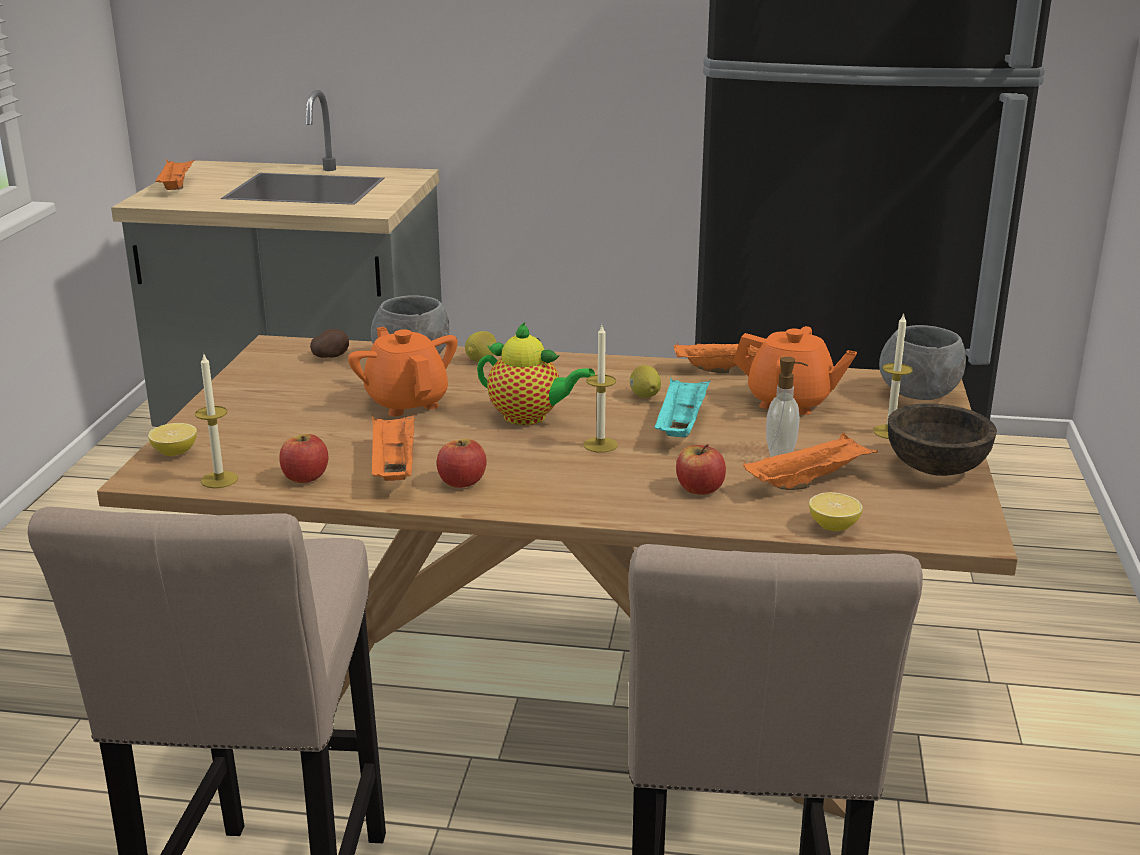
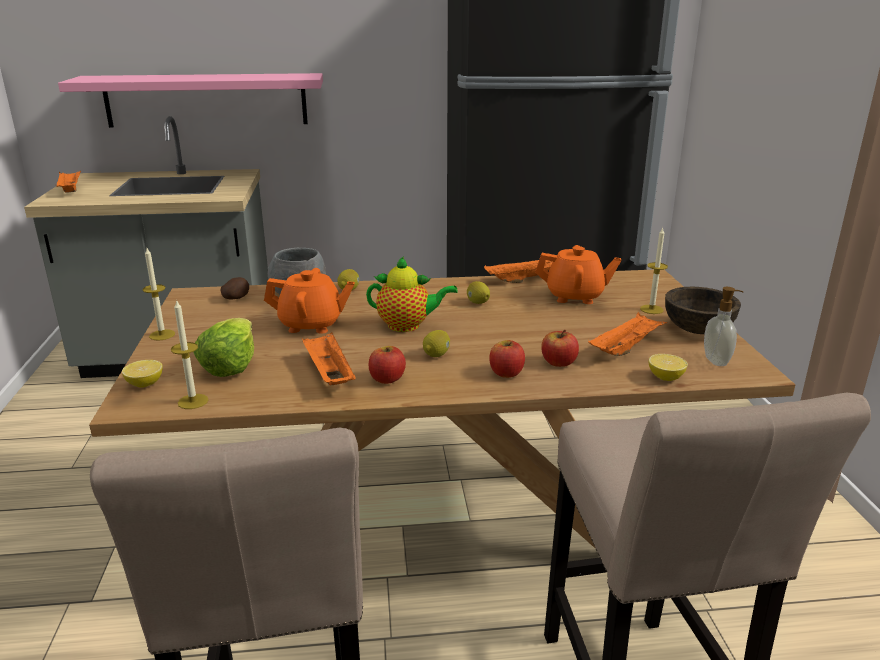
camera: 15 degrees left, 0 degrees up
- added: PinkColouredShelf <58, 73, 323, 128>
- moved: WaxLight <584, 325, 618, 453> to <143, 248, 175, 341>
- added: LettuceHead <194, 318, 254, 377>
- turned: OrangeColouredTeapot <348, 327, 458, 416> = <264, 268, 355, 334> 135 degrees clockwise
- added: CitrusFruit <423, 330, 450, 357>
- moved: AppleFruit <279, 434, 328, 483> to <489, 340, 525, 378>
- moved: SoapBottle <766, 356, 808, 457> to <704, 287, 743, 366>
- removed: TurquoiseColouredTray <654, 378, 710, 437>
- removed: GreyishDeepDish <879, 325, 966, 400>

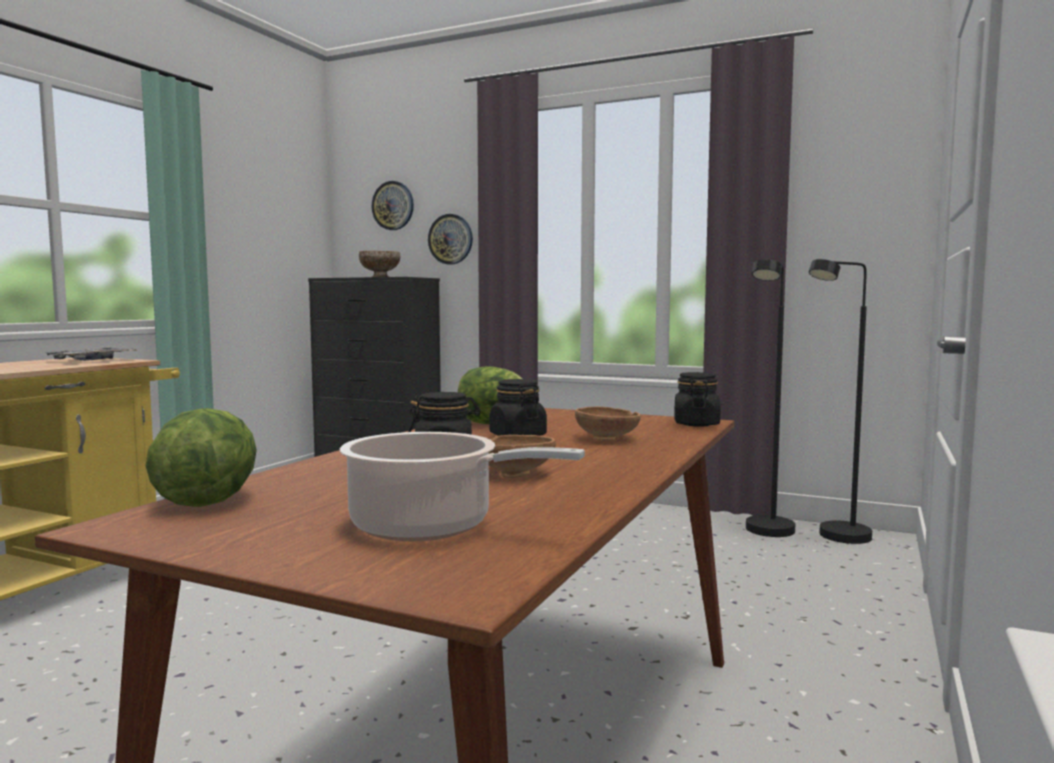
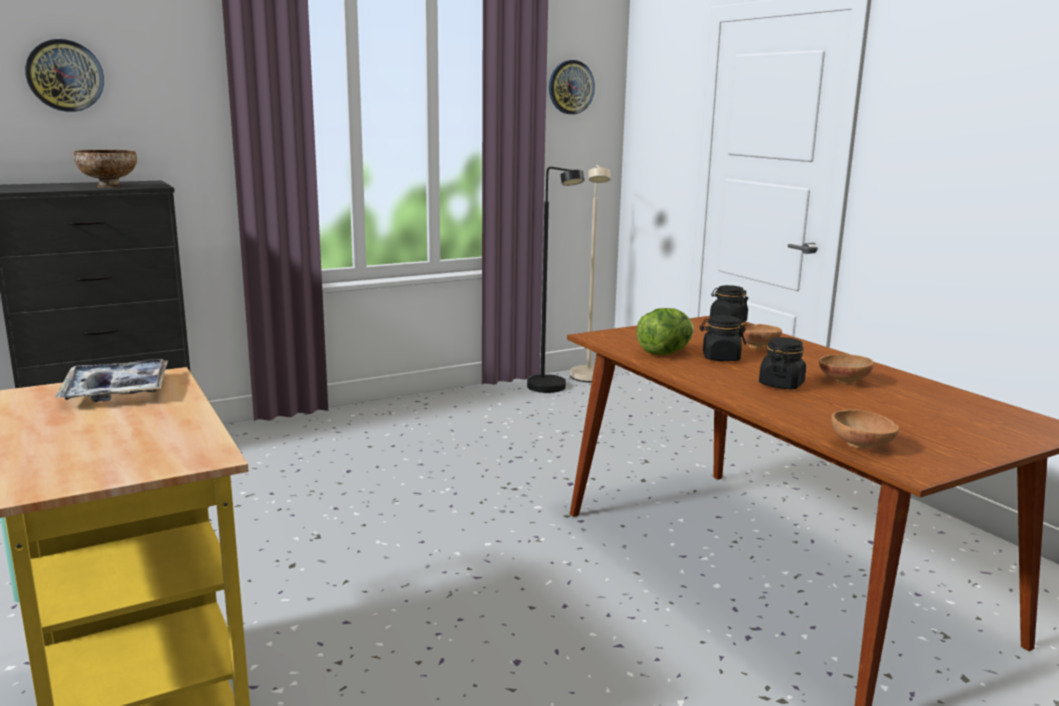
camera: 55 degrees left, 10 degrees up
- moved: ClockOnTheWall <428, 214, 473, 264> to <549, 60, 595, 114>
- recoloured: BlackFloorLamp <809, 259, 872, 544> to BeigeColouredFloorLamp <570, 165, 611, 382>
- replaced: LettuceHead <146, 408, 257, 507> to BrownColouredDeepDish <831, 410, 899, 449>
- removed: Stockpot <340, 432, 585, 541>

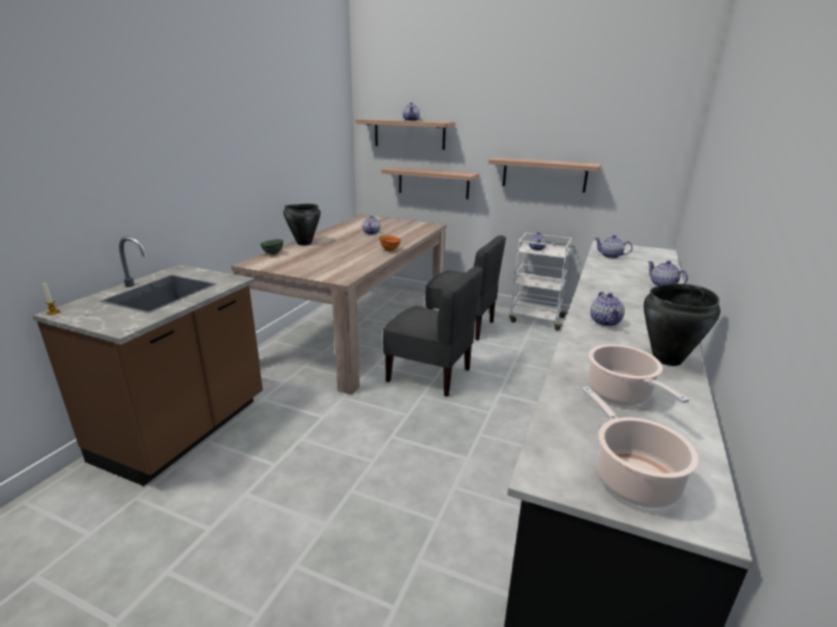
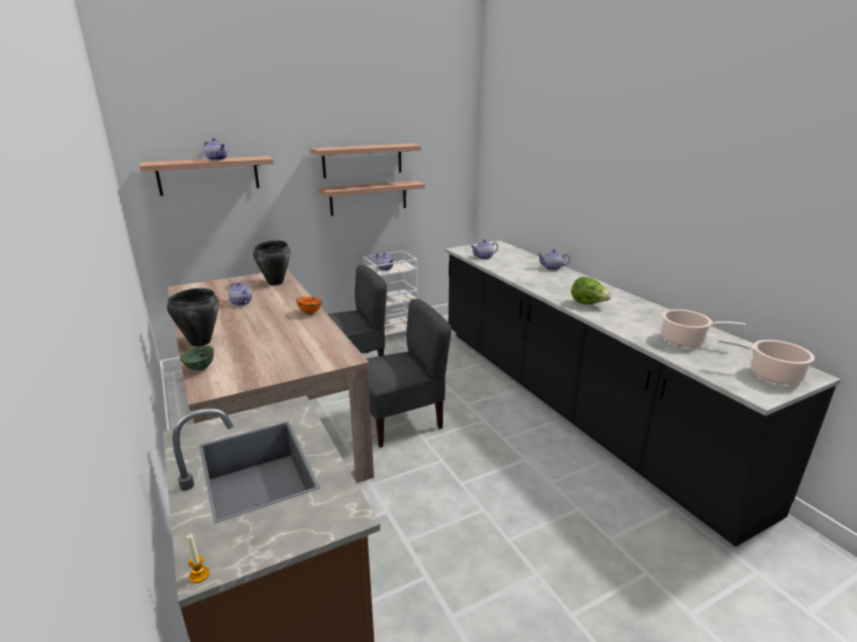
camera: 50 degrees left, 0 degrees up
- moved: BlackStockpot <644, 284, 720, 366> to <253, 240, 291, 285>
- moved: Shelf <381, 167, 479, 199> to <310, 144, 421, 178>
- replaced: Teapot <590, 292, 625, 326> to LettuceHead <571, 277, 611, 304>

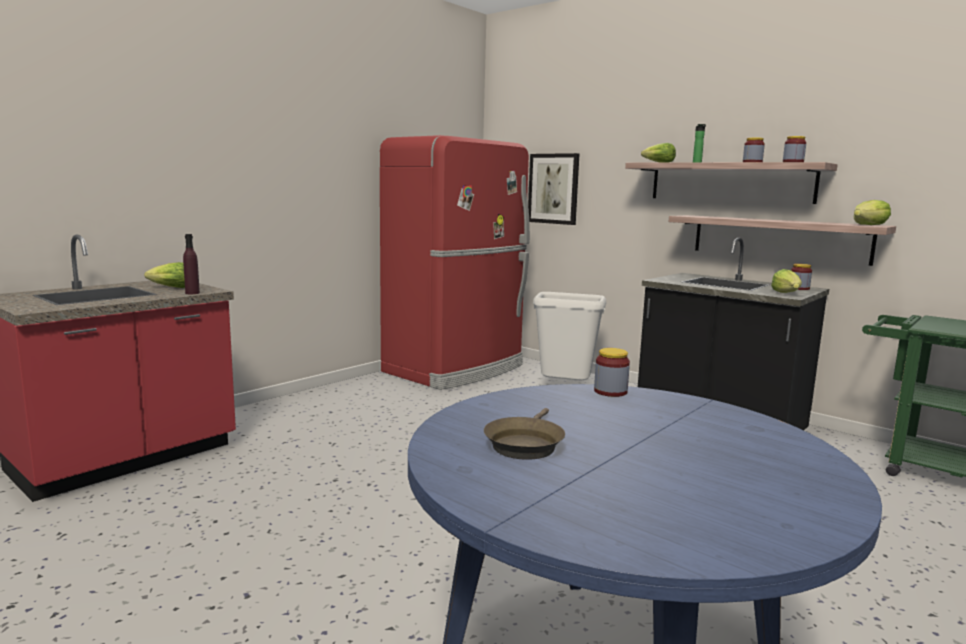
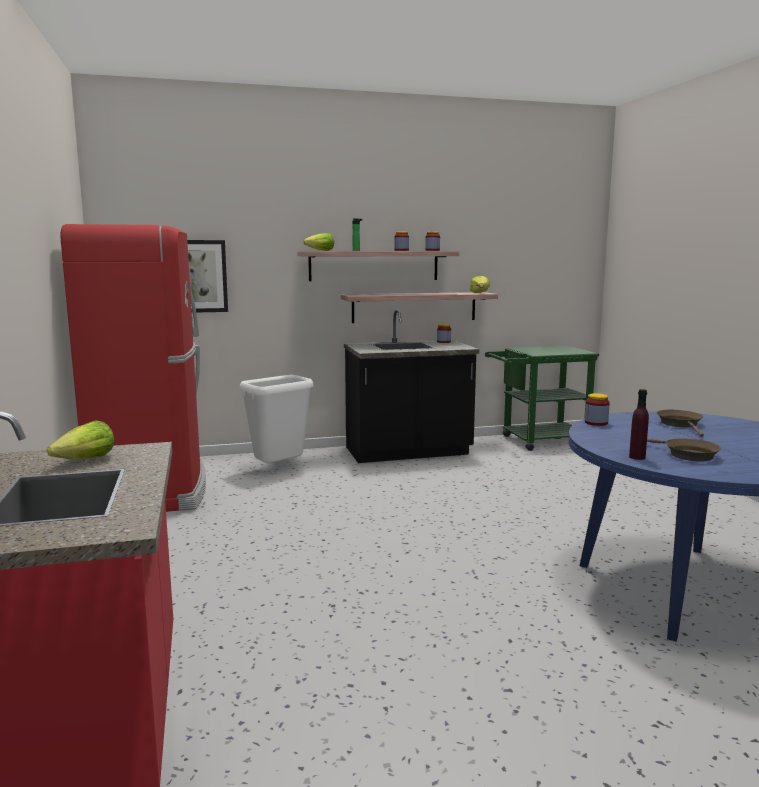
camera: 55 degrees left, 0 degrees up
- moved: PurpleBottle <183, 234, 200, 294> to <629, 389, 649, 460>
- added: BrownColouredFryingPan <657, 409, 704, 437>
- removed: LettuceHead <771, 269, 802, 293>

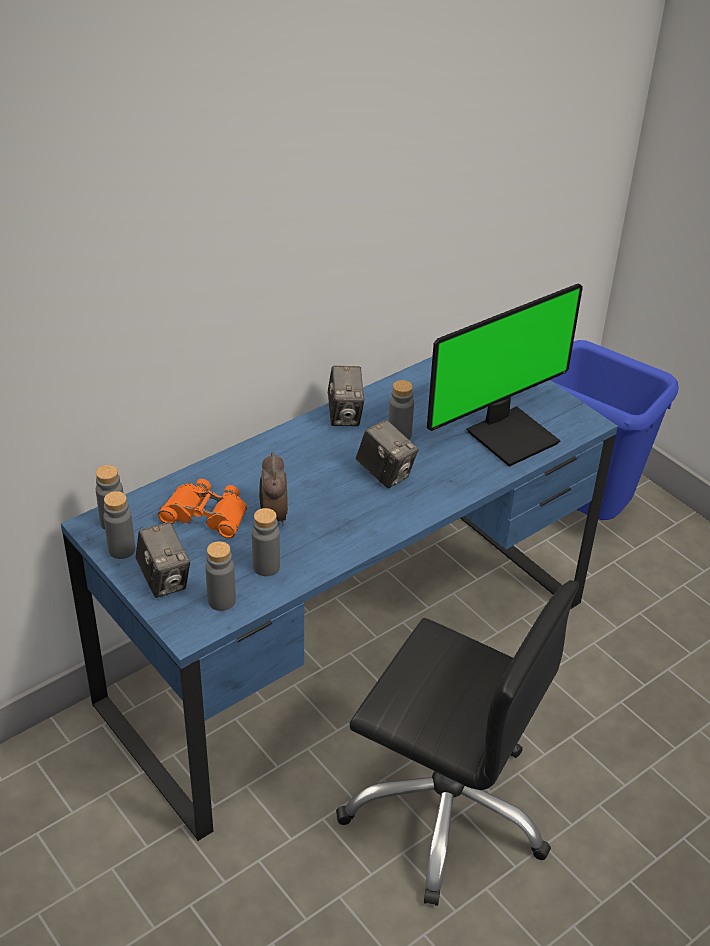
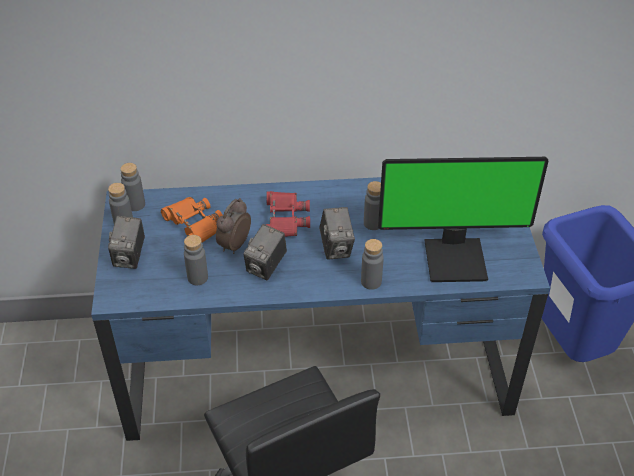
camera: 35 degrees right, 5 degrees up
- moved: PhotoCamera <328, 366, 365, 426> to <244, 224, 287, 280>
- added: RedColouredFieldGlasses <266, 191, 310, 237>
- moved: GreyishBottle <205, 541, 236, 611> to <361, 239, 384, 290>

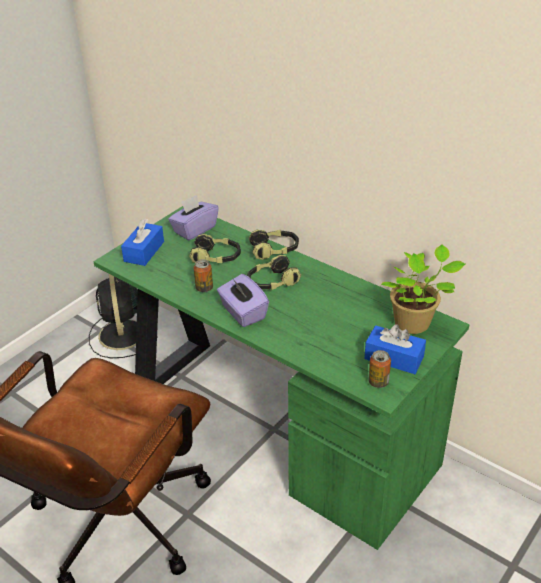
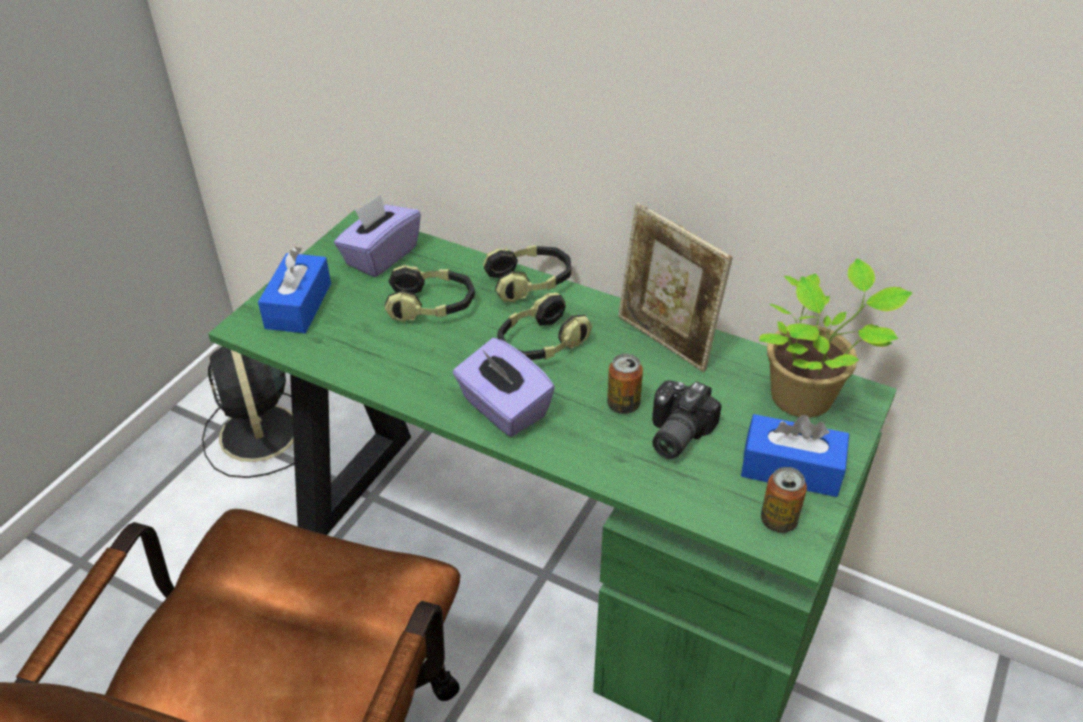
camera: 10 degrees left, 5 degrees up
- moved: MetalCan <194, 259, 213, 292> to <607, 353, 643, 414>
- added: PictureFrame <618, 203, 733, 372>
- added: PhotoCamera <652, 380, 722, 459>

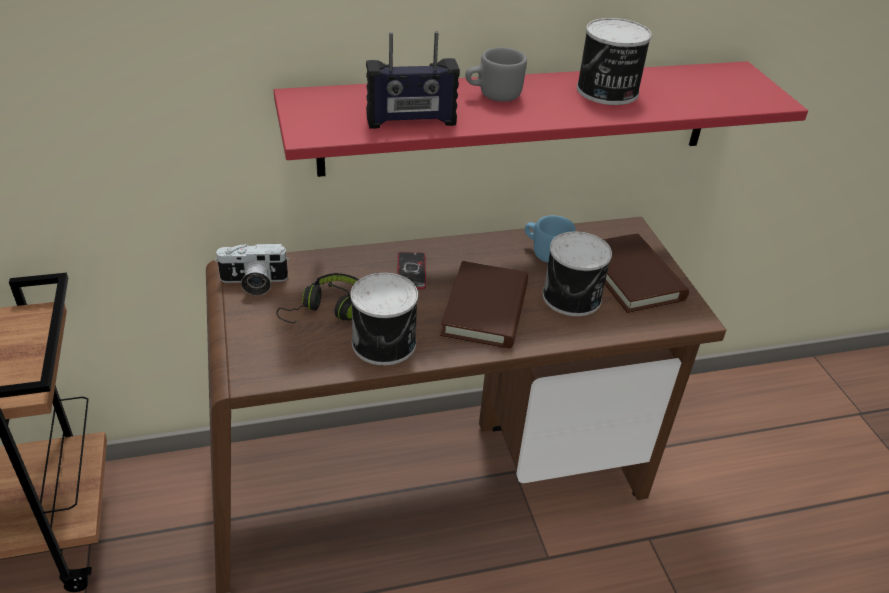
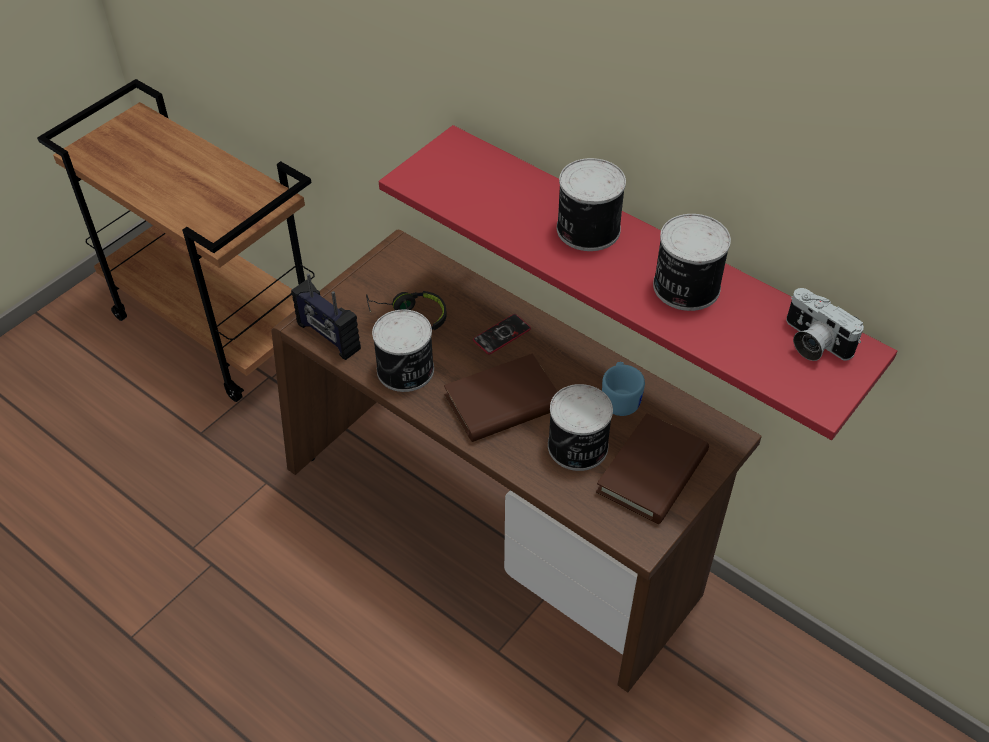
camera: 55 degrees right, 10 degrees up
- moved: RadioReceiver <366, 32, 460, 129> to <291, 273, 361, 360>
- replaced: GreyishMug <465, 47, 527, 102> to MetalCan <557, 158, 626, 251>
- moved: PhotoCamera <215, 243, 289, 296> to <786, 288, 864, 361>

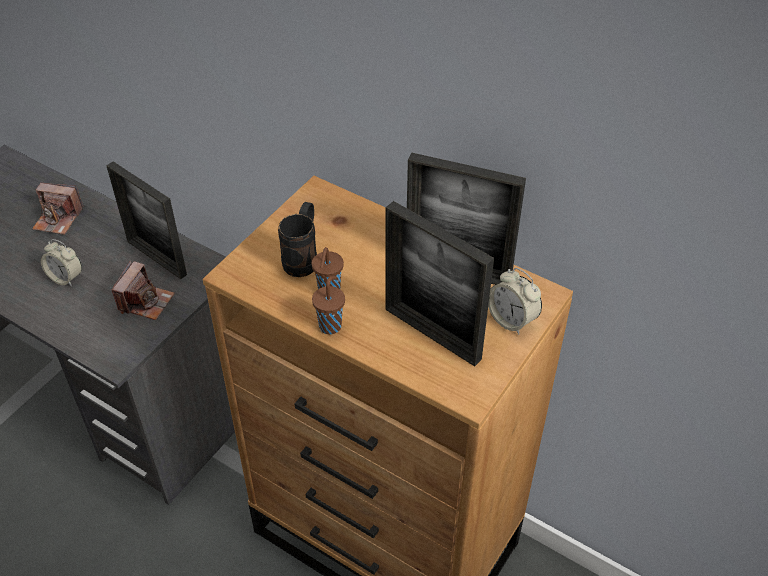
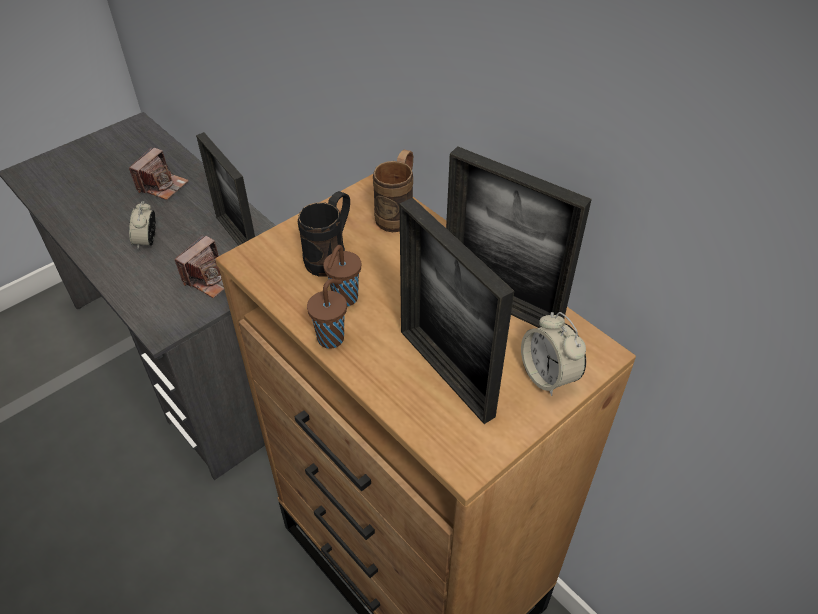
camera: 15 degrees right, 0 degrees up
- turned: PhotoCamera <32, 183, 84, 235> = <129, 147, 189, 200> 90 degrees counterclockwise
- turned: AlarmClock <40, 239, 82, 287> = <129, 201, 156, 249> 45 degrees clockwise
- added: BrownColouredMug <373, 150, 413, 232>

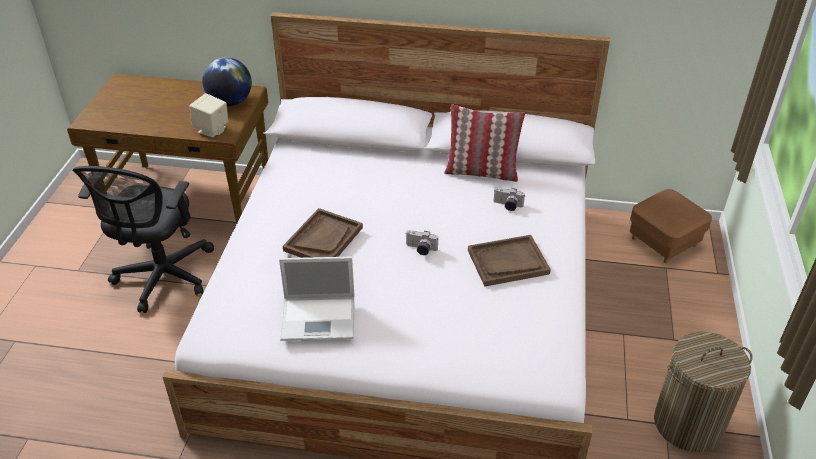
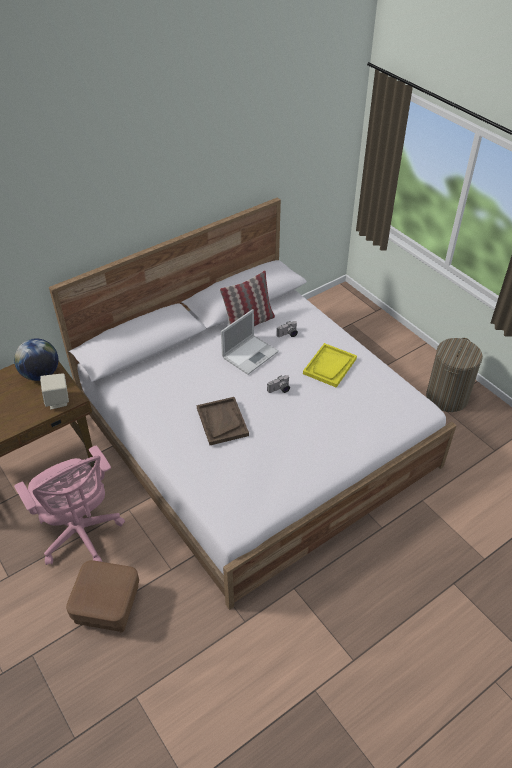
camera: 45 degrees left, 5 degrees up
- recoloured: BlackOfficeChair <72, 166, 214, 313> to PinkColouredOfficeChair <14, 445, 125, 565>
- moved: BrownColouredPouffe <630, 189, 712, 263> to <66, 560, 139, 633>
- moved: Laptop <279, 257, 355, 341> to <221, 309, 279, 375>
- recoloured: BrownColouredTray <468, 235, 551, 287> to YellowColouredTray <303, 343, 357, 388>

